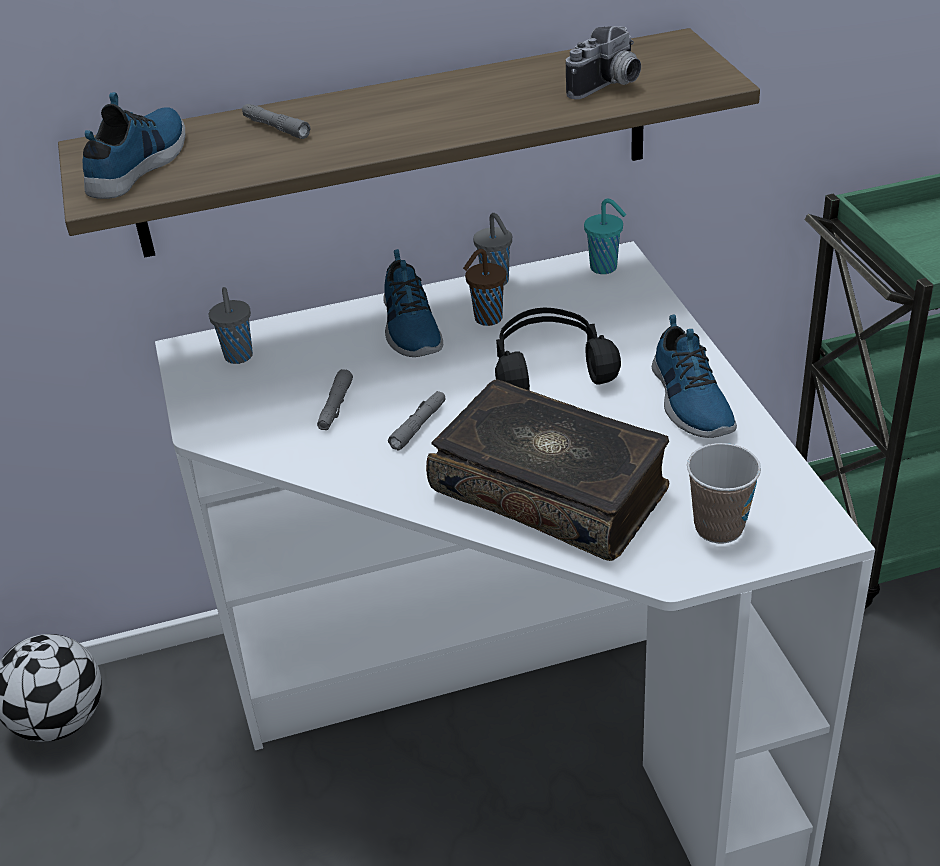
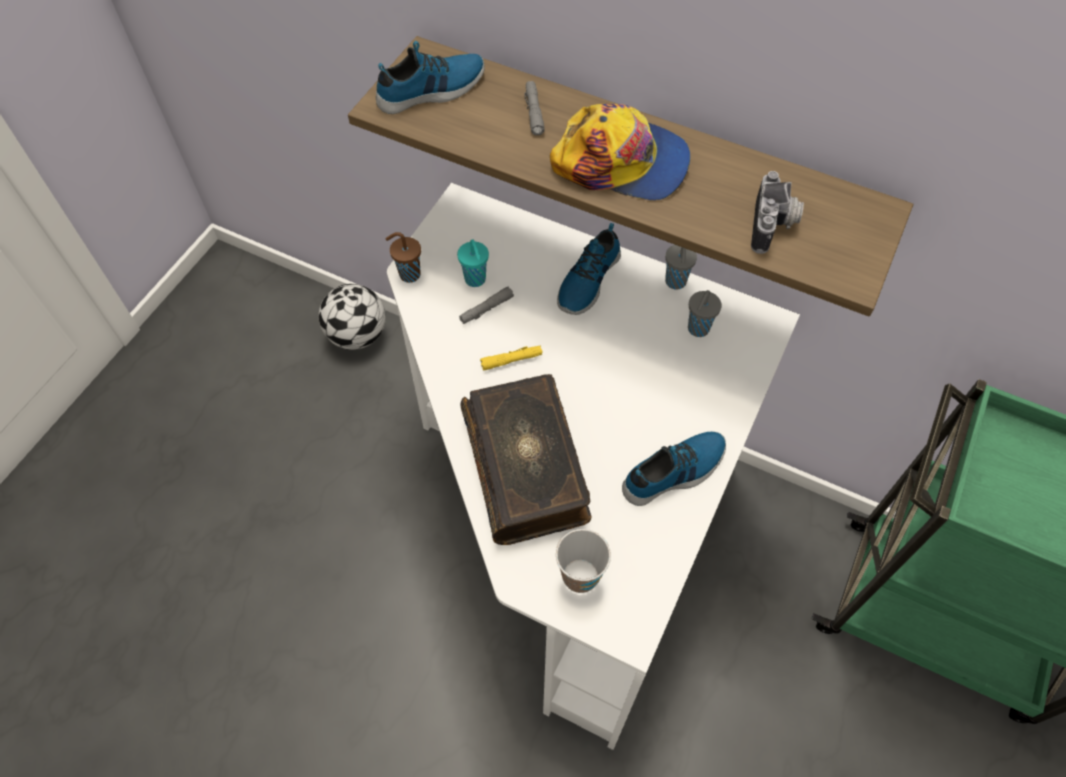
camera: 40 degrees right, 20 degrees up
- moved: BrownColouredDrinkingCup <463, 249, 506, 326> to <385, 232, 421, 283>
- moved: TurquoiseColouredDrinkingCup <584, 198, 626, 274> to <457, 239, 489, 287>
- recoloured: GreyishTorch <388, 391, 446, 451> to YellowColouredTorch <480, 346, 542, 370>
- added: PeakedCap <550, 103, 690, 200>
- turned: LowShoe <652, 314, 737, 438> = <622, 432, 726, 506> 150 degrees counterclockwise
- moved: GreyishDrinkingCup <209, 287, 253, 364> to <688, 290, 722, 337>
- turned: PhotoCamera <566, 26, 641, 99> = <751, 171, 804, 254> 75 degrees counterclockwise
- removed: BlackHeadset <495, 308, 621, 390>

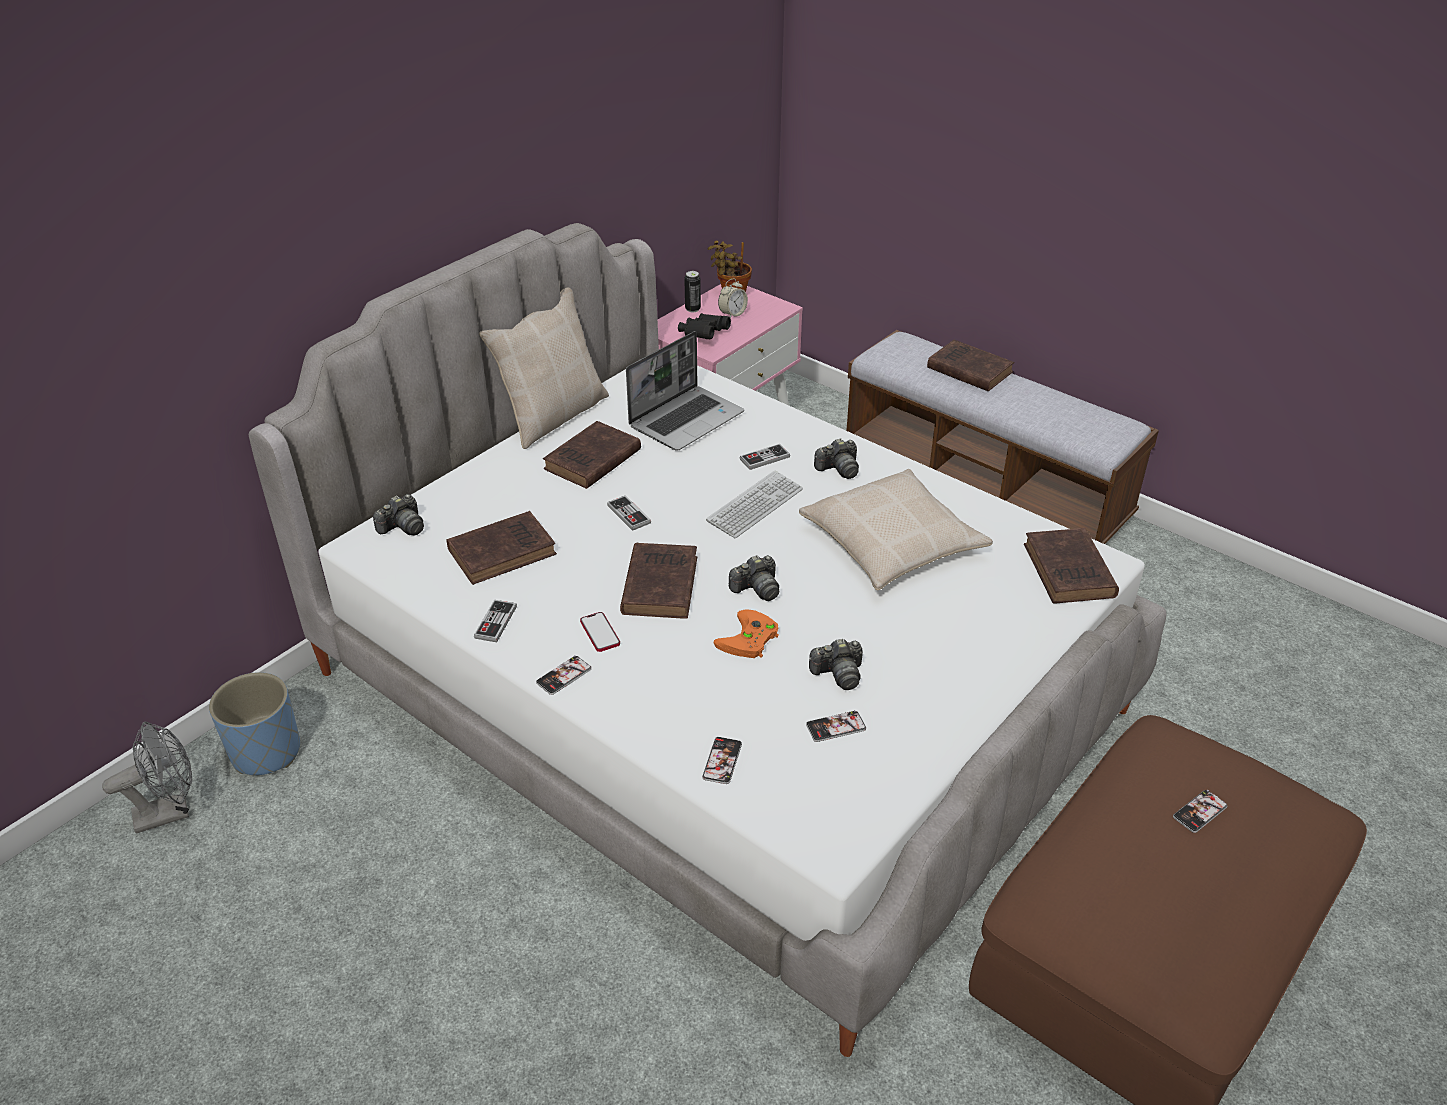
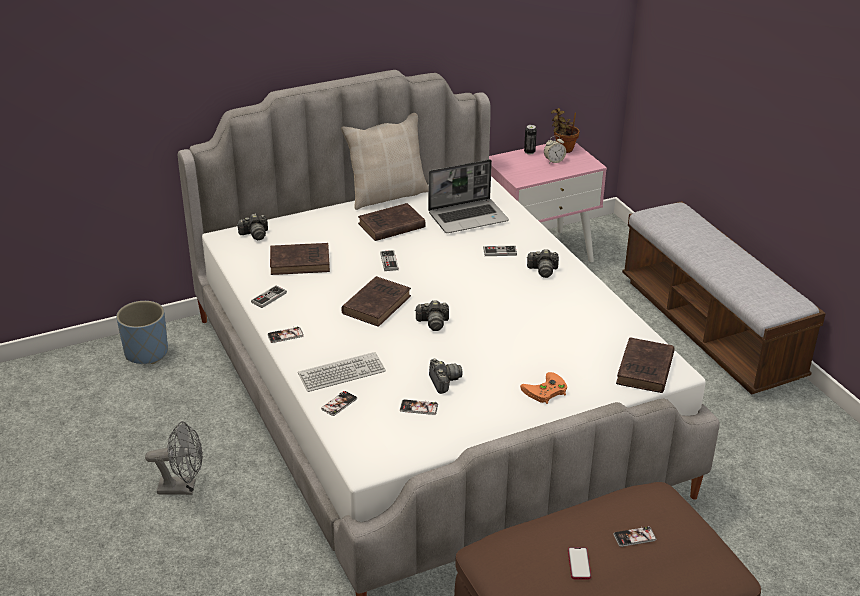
camera: 25 degrees right, 5 degrees down
- moved: GreyishFan <102, 722, 192, 834> to <145, 421, 203, 495>
- moved: PcKeyboard <706, 470, 803, 538> to <298, 352, 386, 392>
- turned: PhotoCamera <809, 639, 863, 690> = <429, 359, 463, 394> 120 degrees counterclockwise
- moved: OrangeColouredJoypad <714, 609, 779, 658> to <520, 372, 567, 404>
- moved: Telephone <580, 612, 620, 652> to <568, 547, 591, 579>
- removed: BlackFieldGlasses <678, 313, 731, 339>
- removed: BeigeColouredCushion <799, 469, 993, 590>
- removed: BrownColouredVolume <927, 340, 1014, 391>

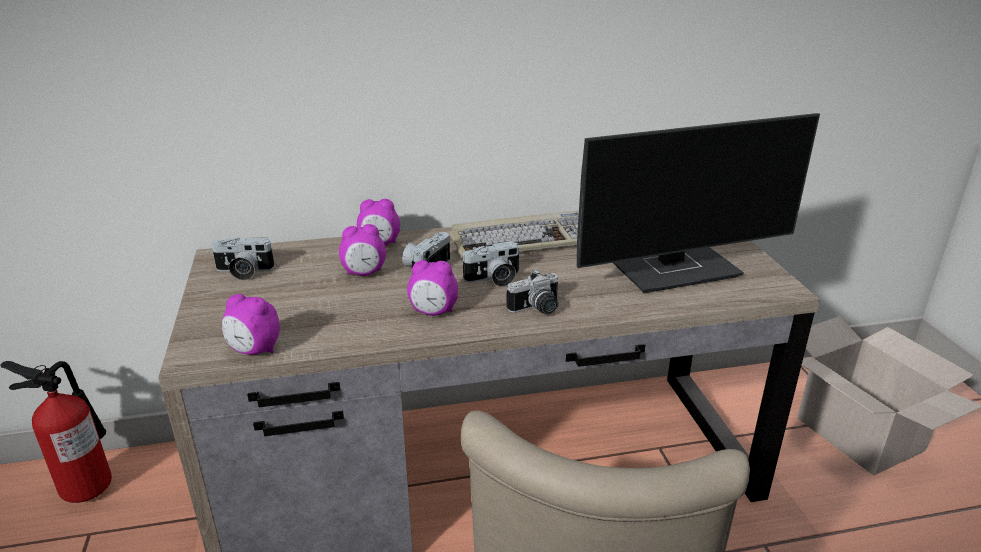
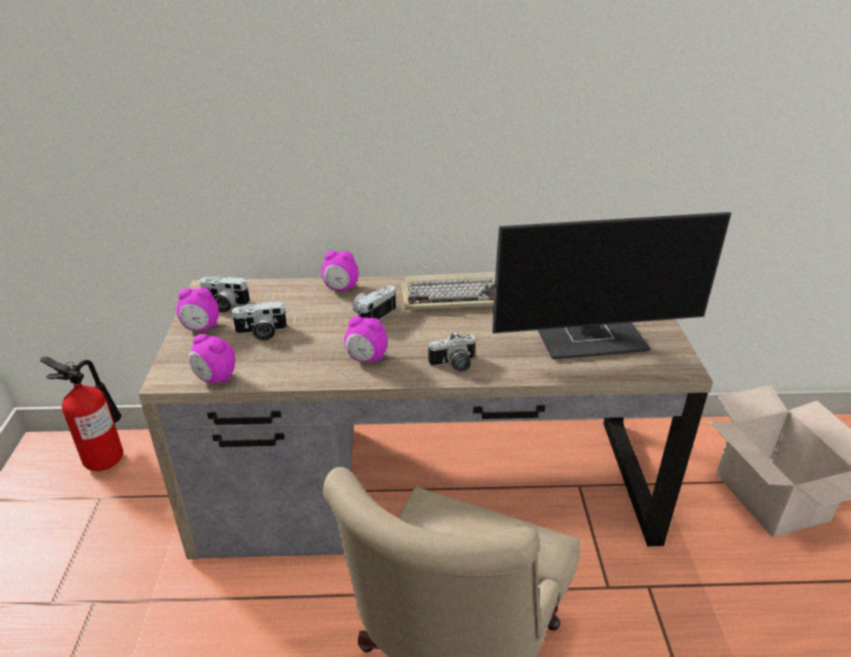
camera: 10 degrees right, 5 degrees up
- moved: AlarmClock <339, 224, 386, 276> to <177, 287, 219, 331>
- moved: PhotoCamera <461, 241, 520, 287> to <231, 301, 287, 341>

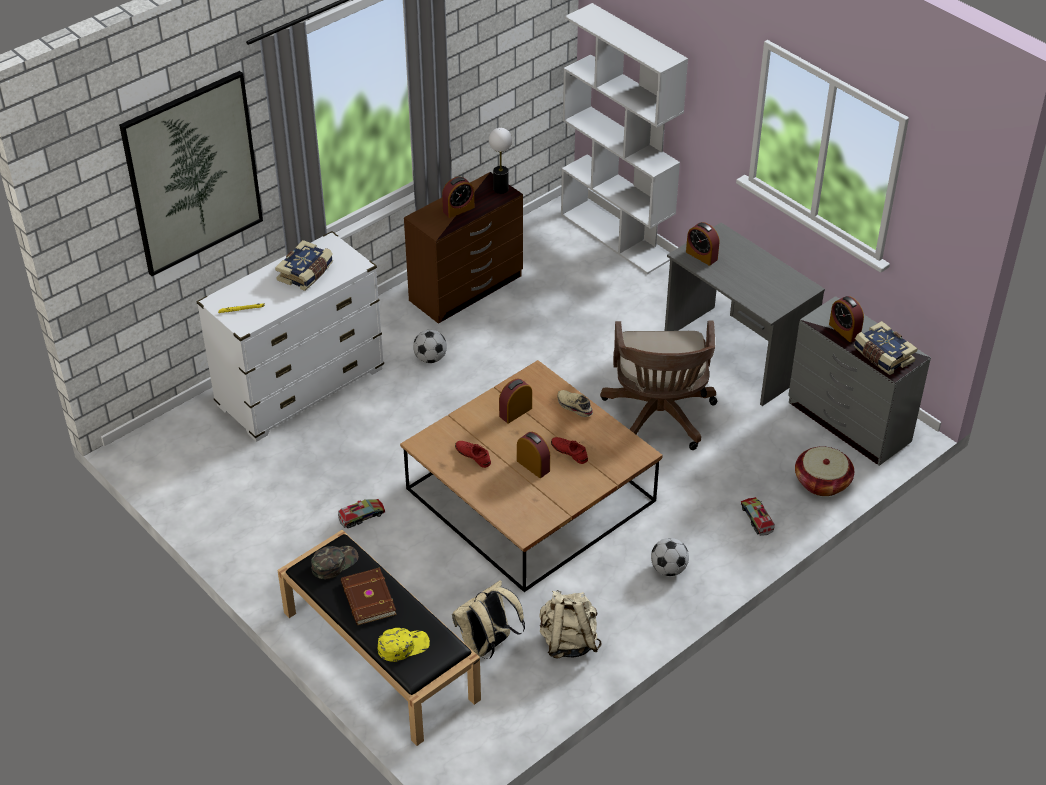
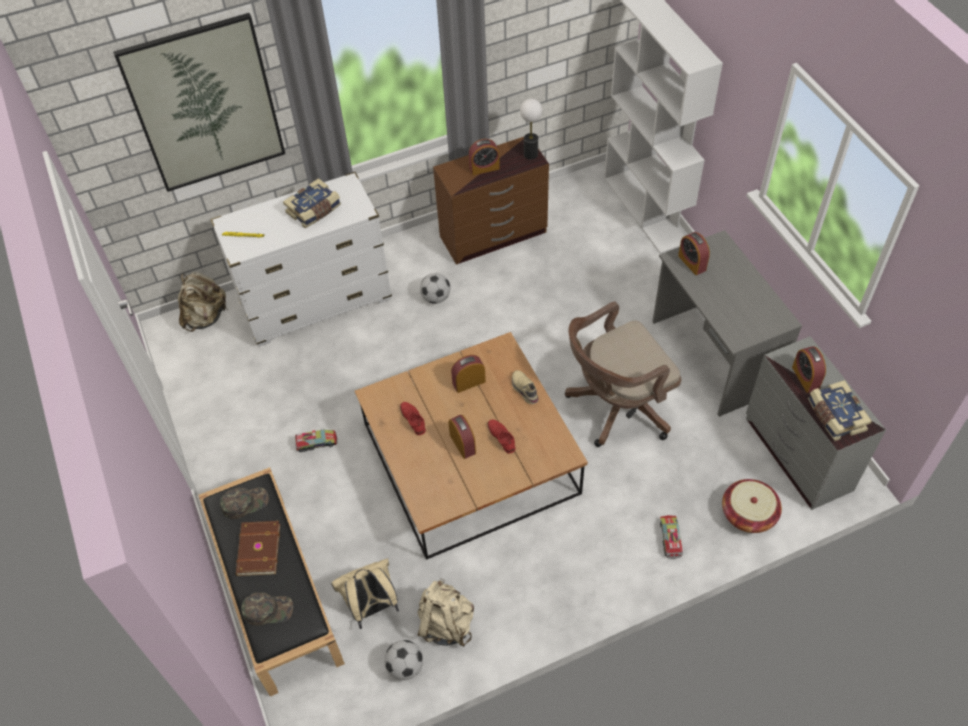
camera: 20 degrees right, 10 degrees up
- added: BeigeColouredRucksack <178, 272, 227, 332>
- recoloured: YellowColouredPeakedCap <378, 628, 430, 662> to GreenColouredPeakedCap <241, 592, 293, 626>
- moved: BallForFootball <651, 538, 689, 576> to <384, 640, 423, 680>
- turned: BrownColouredOfficeChair <600, 321, 717, 450> = <565, 302, 681, 447> 45 degrees clockwise

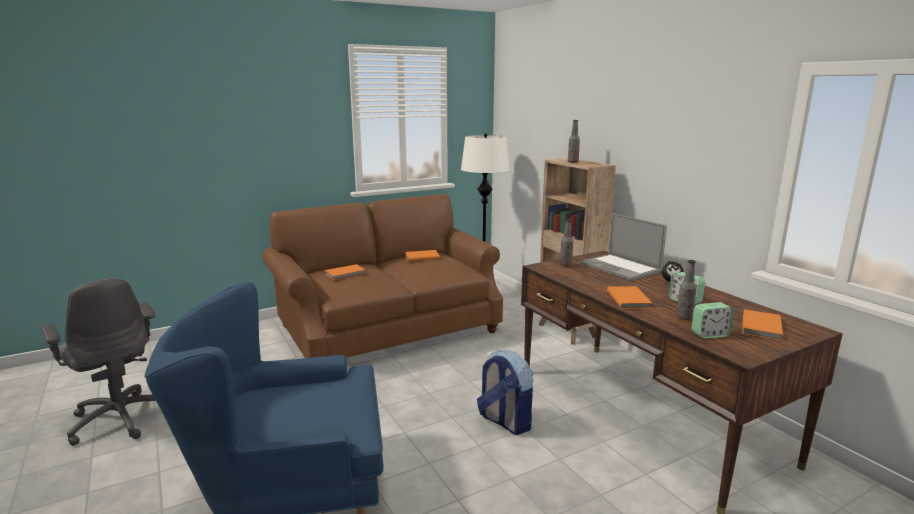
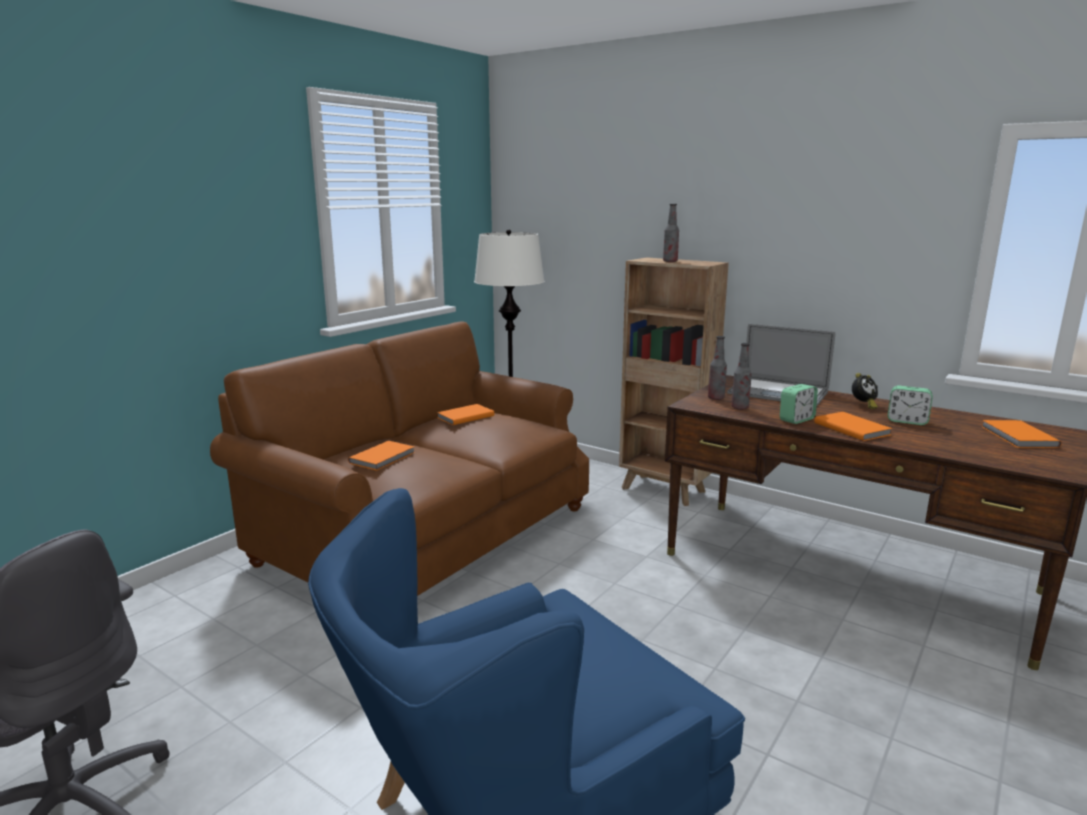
camera: 25 degrees left, 0 degrees up
- moved: Bottle <676, 260, 697, 320> to <731, 343, 752, 410>
- moved: AlarmClock <692, 302, 734, 339> to <780, 384, 818, 424>
- removed: Rucksack <477, 350, 533, 435>

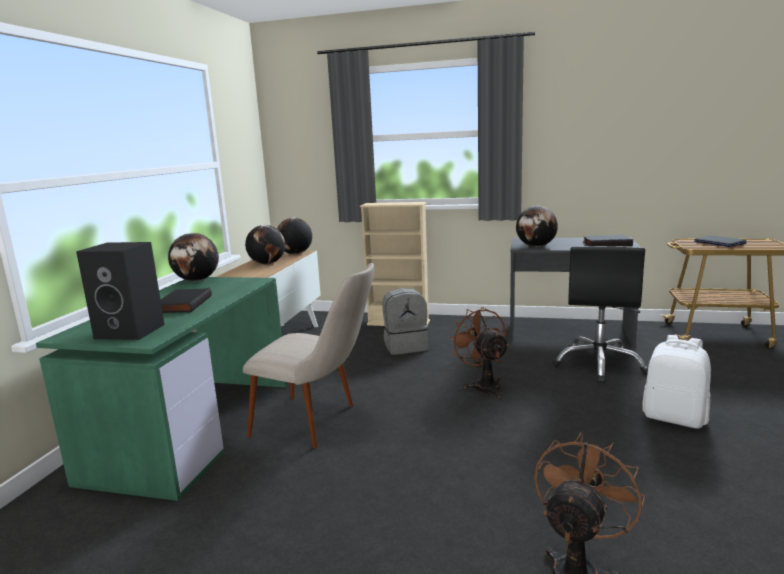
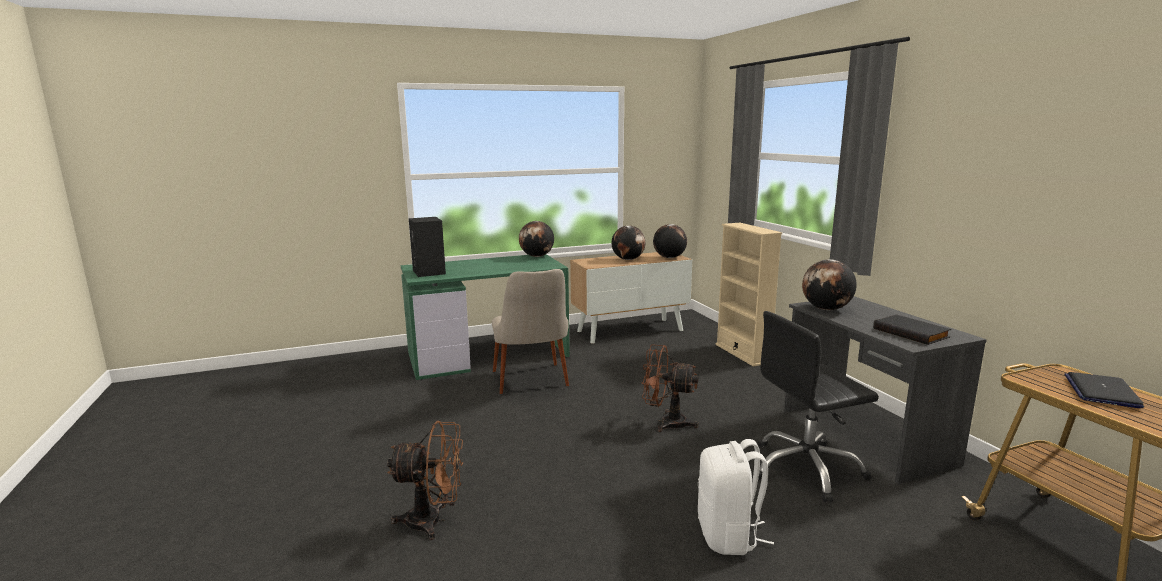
camera: 55 degrees right, 0 degrees up
- turned: BrownColouredFan <448, 307, 509, 399> = <642, 344, 699, 432> 105 degrees counterclockwise
- removed: BlackVolume <161, 288, 212, 313>
- removed: GreyishRucksack <382, 288, 429, 355>

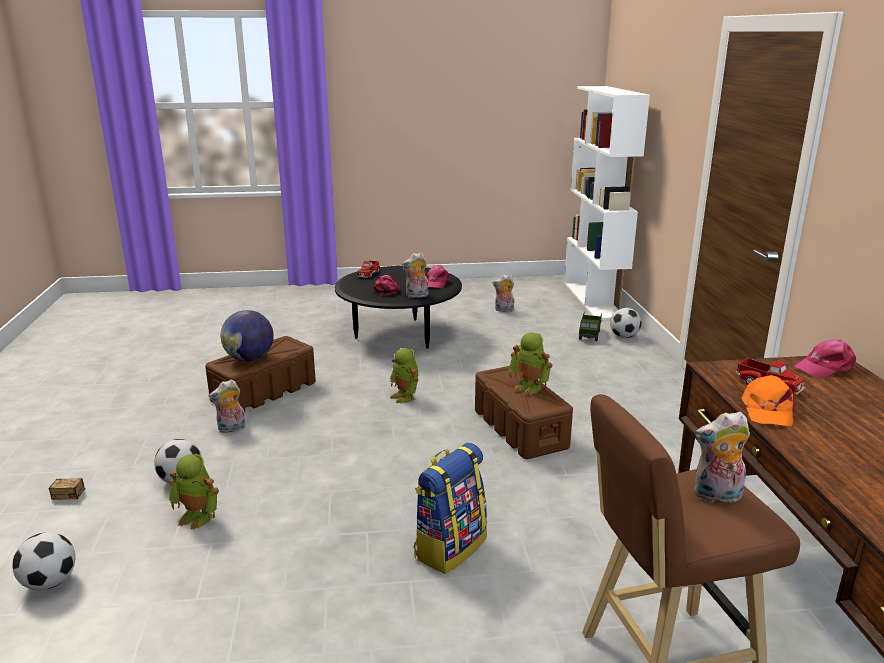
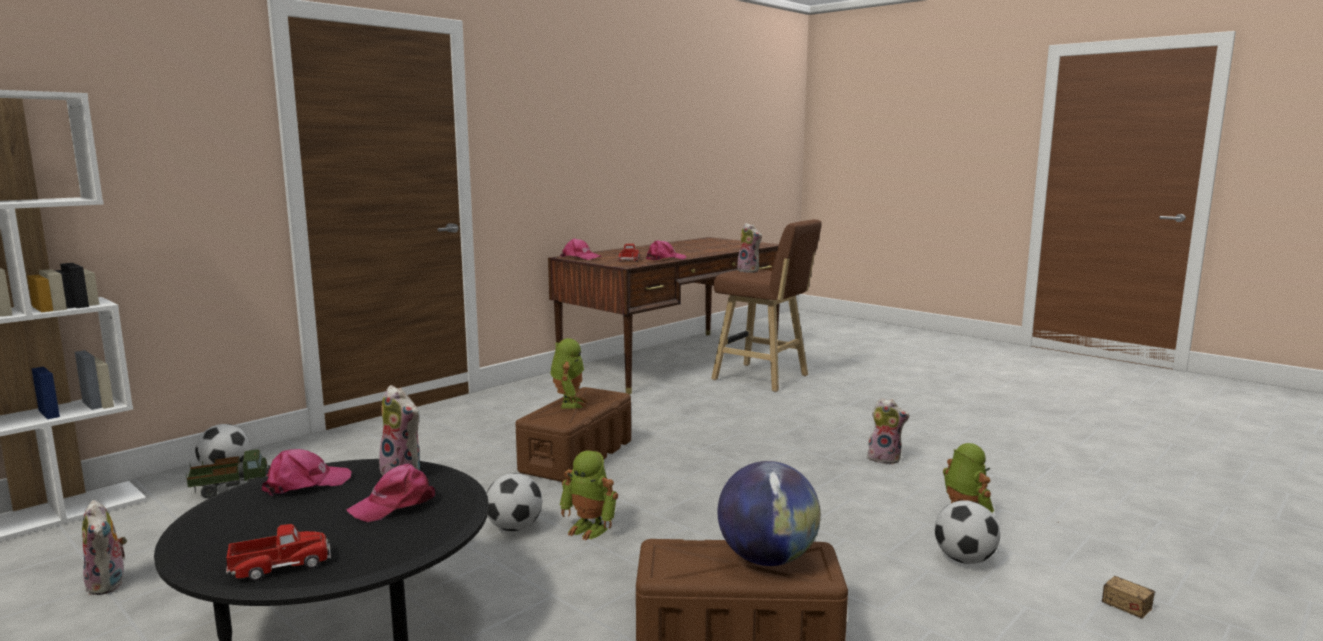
camera: 130 degrees left, 10 degrees down
- moved: BallForFootball <12, 532, 76, 590> to <486, 473, 542, 531>
- turned: ModelRobot <390, 348, 419, 403> = <559, 450, 618, 540> 105 degrees clockwise
- recoloured: OrangeColouredPeakedCap <742, 375, 796, 426> to PinkColouredPeakedCap <646, 240, 686, 260>
- moved: SoftToy <209, 379, 246, 433> to <867, 398, 910, 464>
- removed: Rucksack <414, 443, 487, 574>

